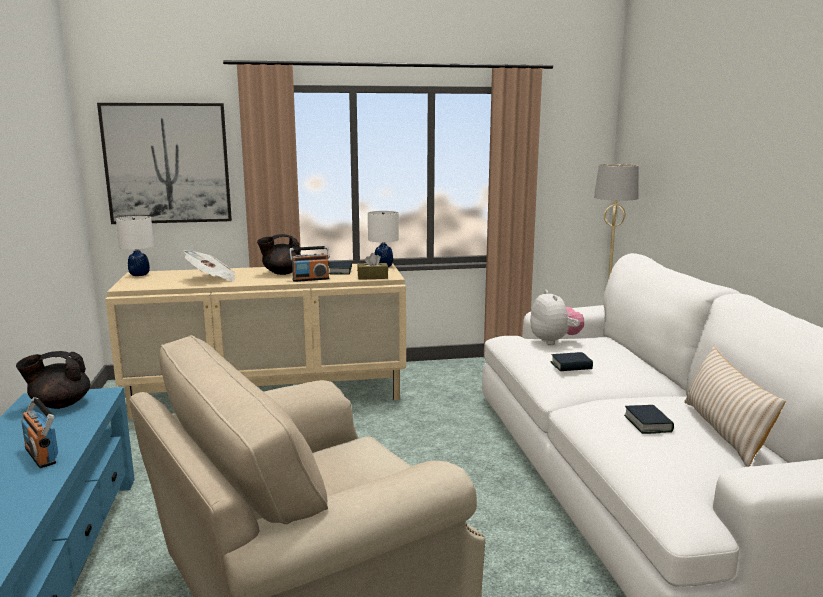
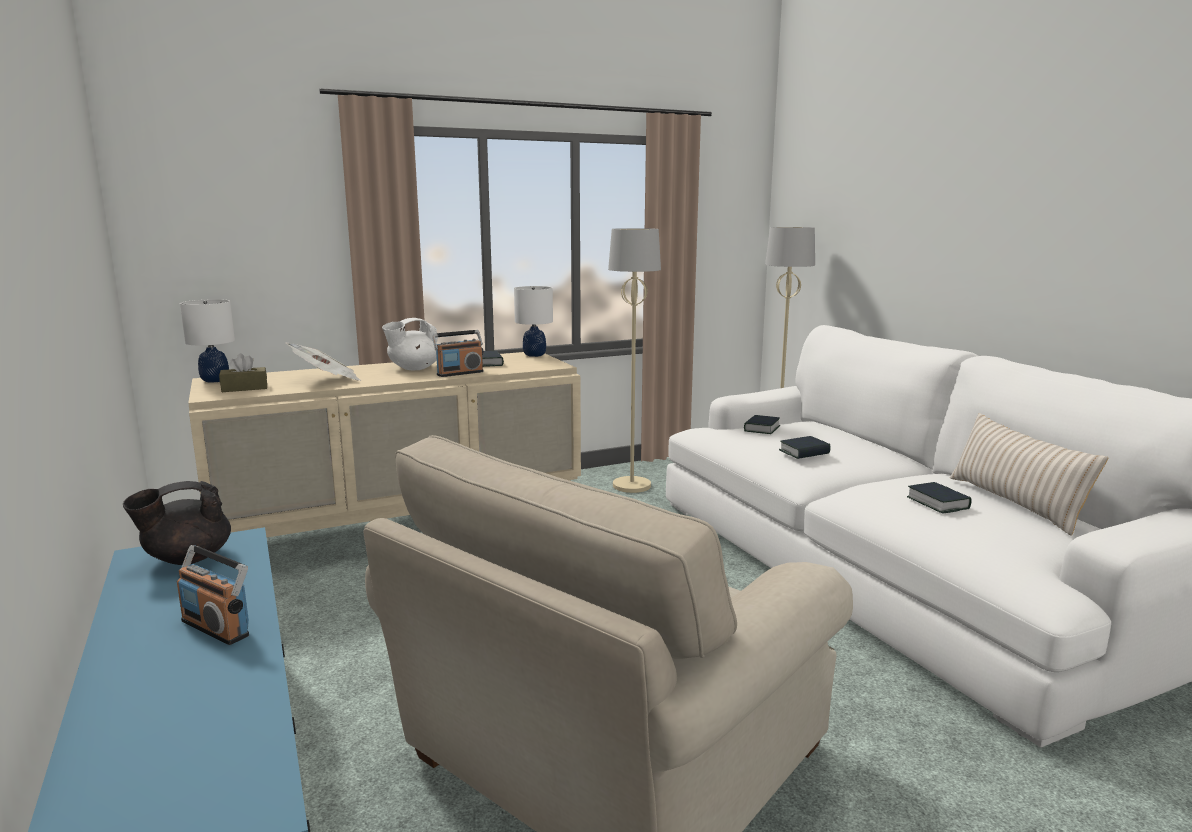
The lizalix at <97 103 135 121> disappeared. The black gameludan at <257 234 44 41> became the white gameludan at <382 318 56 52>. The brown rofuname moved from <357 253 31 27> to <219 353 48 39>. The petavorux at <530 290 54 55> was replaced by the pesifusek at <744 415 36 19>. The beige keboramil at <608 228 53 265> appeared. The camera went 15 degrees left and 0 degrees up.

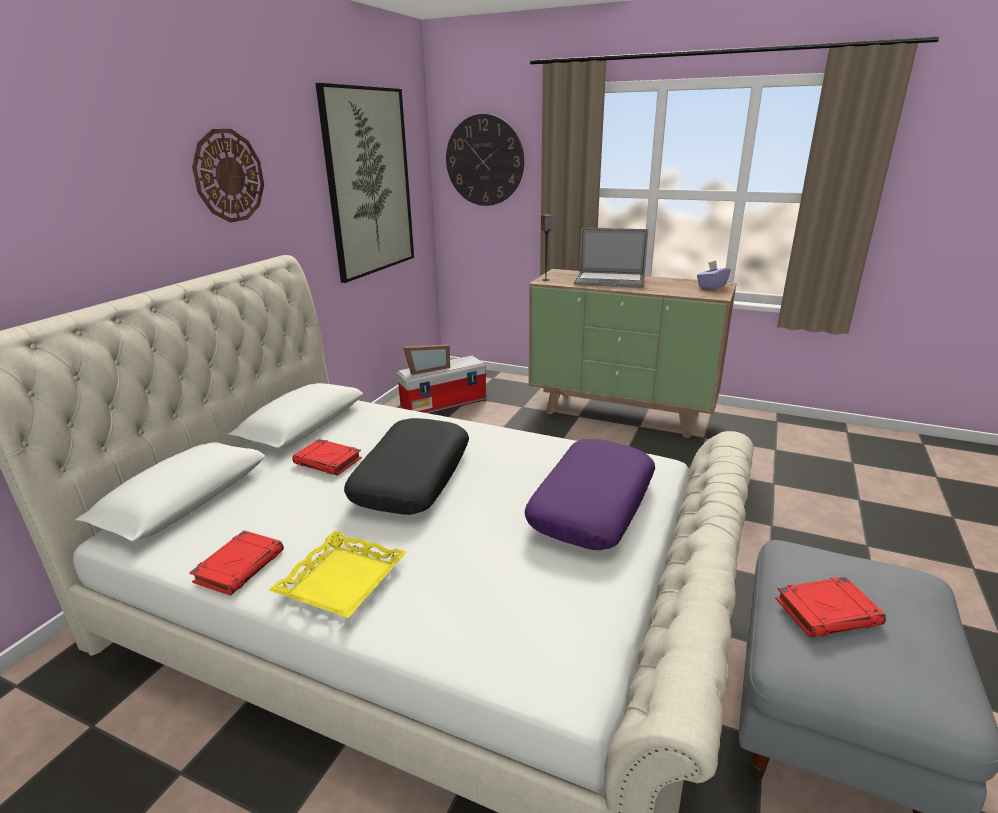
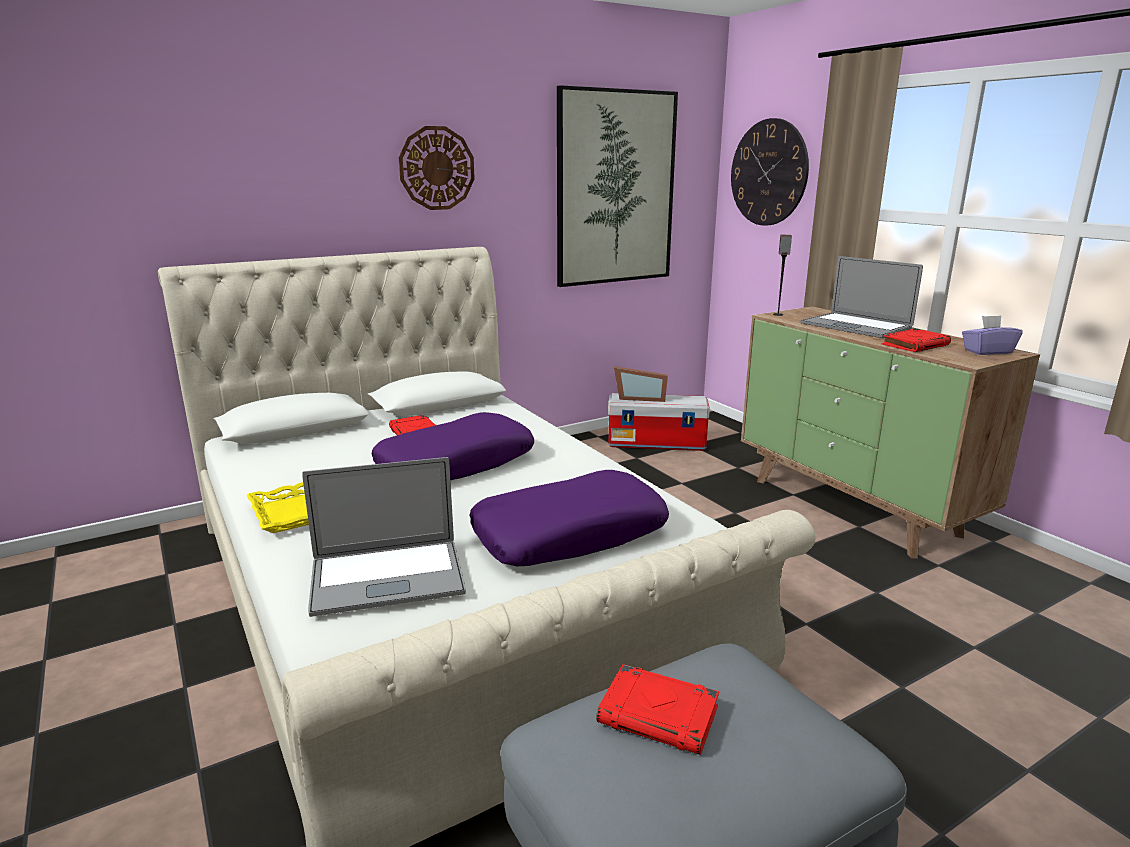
The red pesifusek moved from <189 530 95 66> to <882 329 69 23>. The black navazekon at <344 418 125 97> became the purple navazekon at <372 412 162 68>. The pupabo at <302 457 164 160> appeared. The camera went 35 degrees right and 5 degrees down.

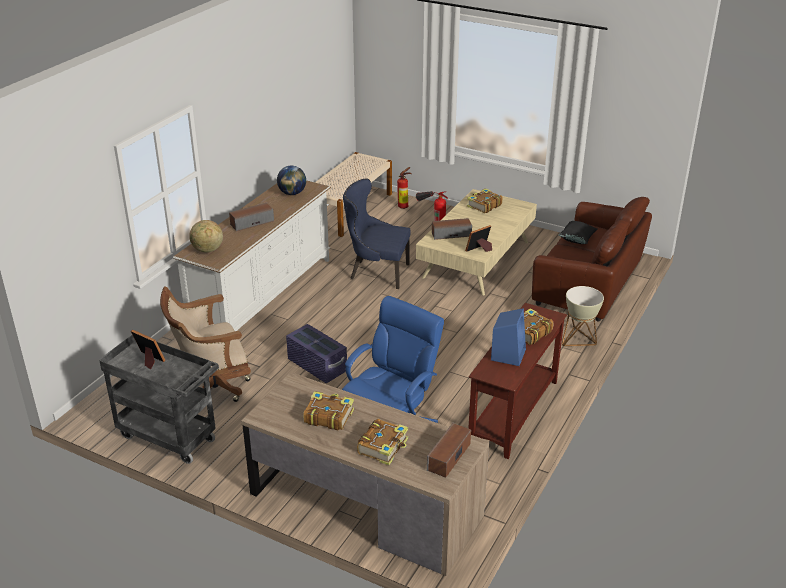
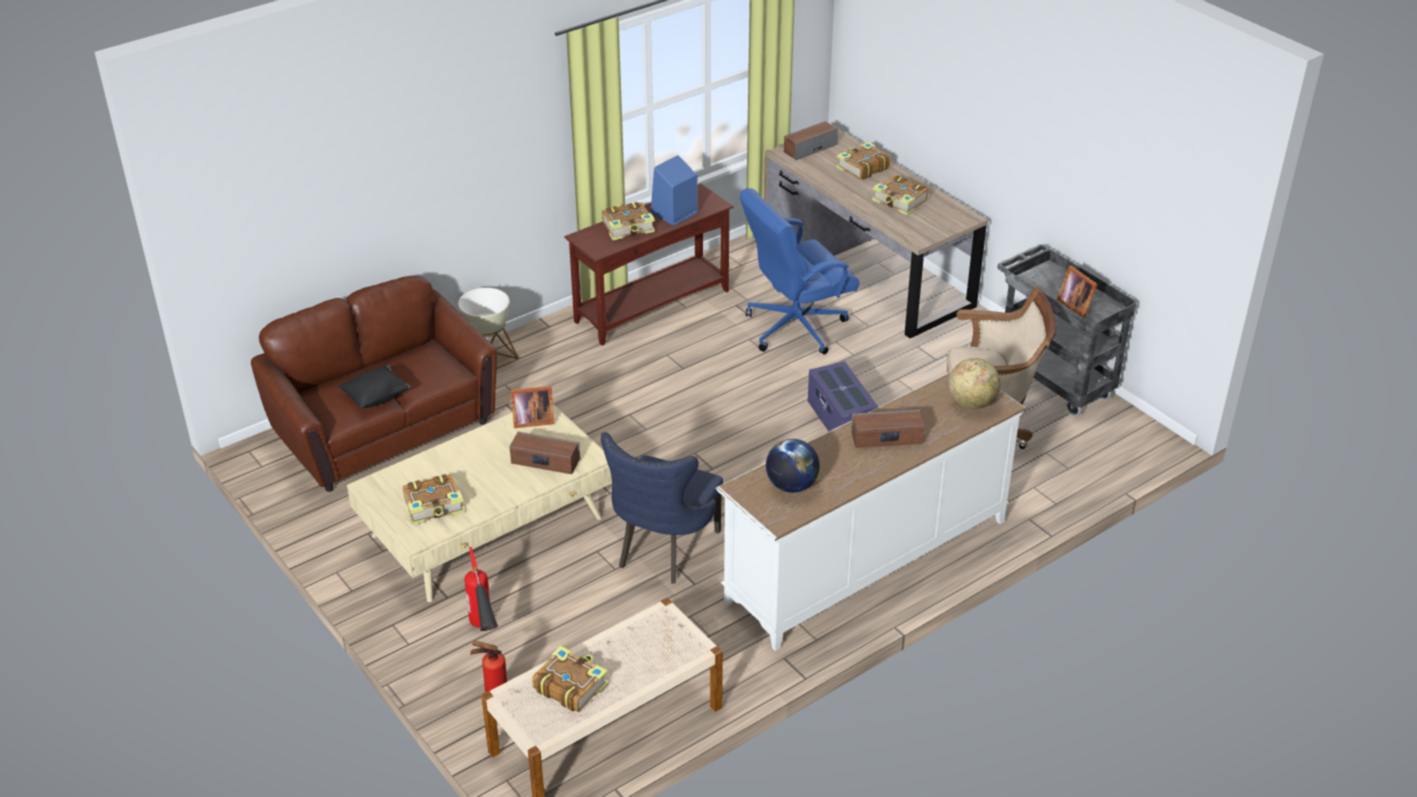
The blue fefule at <343 179 68 110> turned 75 degrees clockwise. The pesifusek at <532 646 76 66> appeared. The camera went 155 degrees left and 5 degrees up.

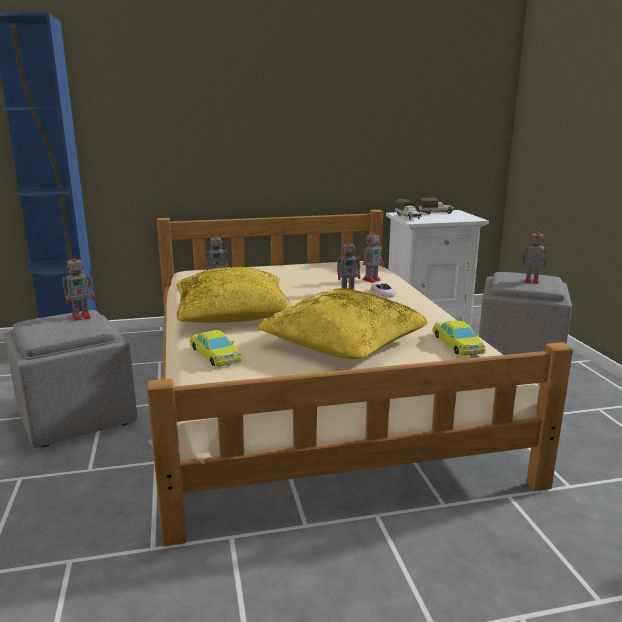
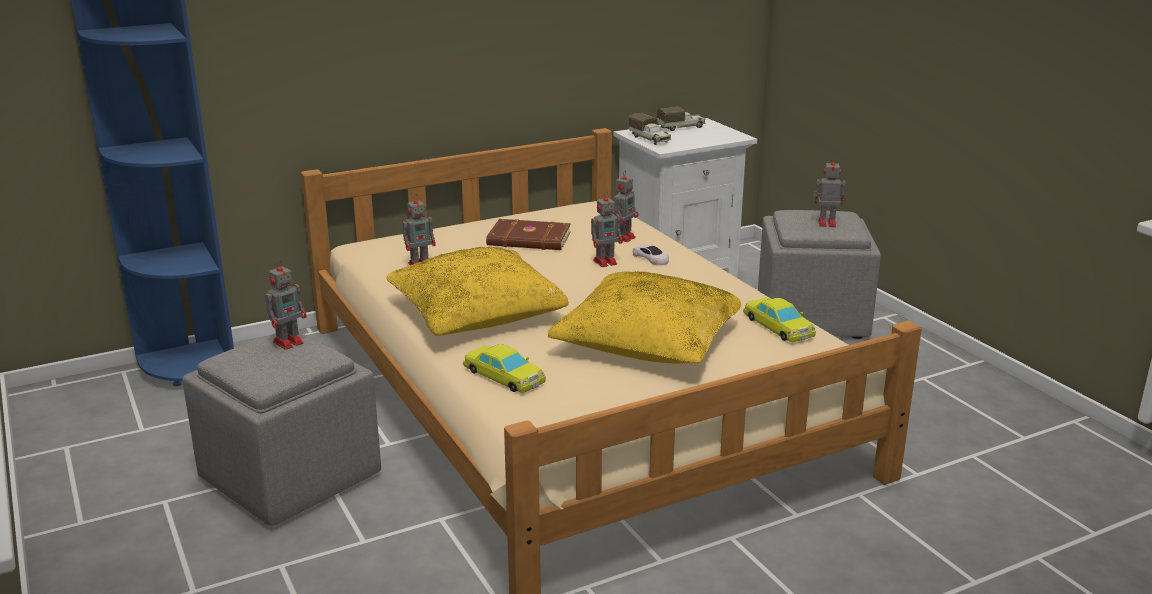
The brown pesifusek at <486 219 85 31> appeared. The camera went 15 degrees left and 5 degrees up.

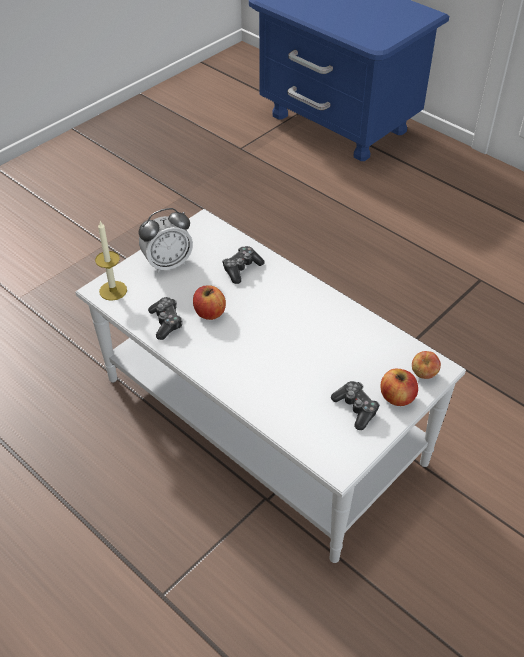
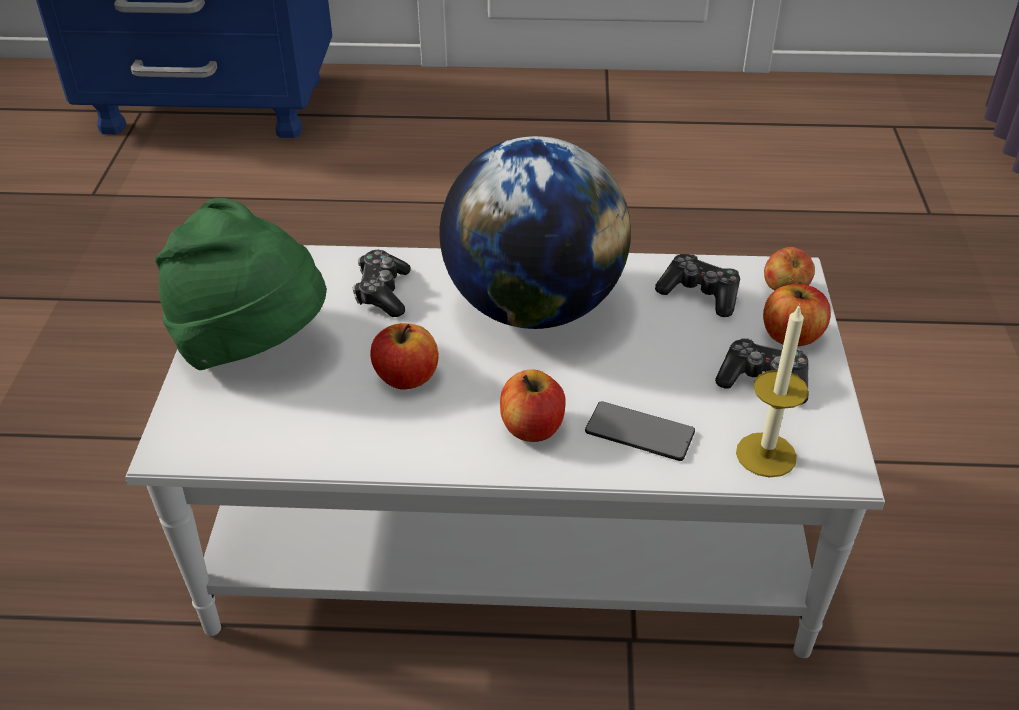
The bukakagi moved from <95 221 32 80> to <736 304 72 173>. The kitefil at <139 208 54 65> was replaced by the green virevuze at <156 198 171 172>. The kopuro moved from <148 297 35 43> to <655 254 85 63>. The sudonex at <440 136 191 193> appeared. The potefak at <500 369 66 73> appeared. The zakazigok at <585 401 110 60> appeared. The camera went 40 degrees left and 5 degrees down.

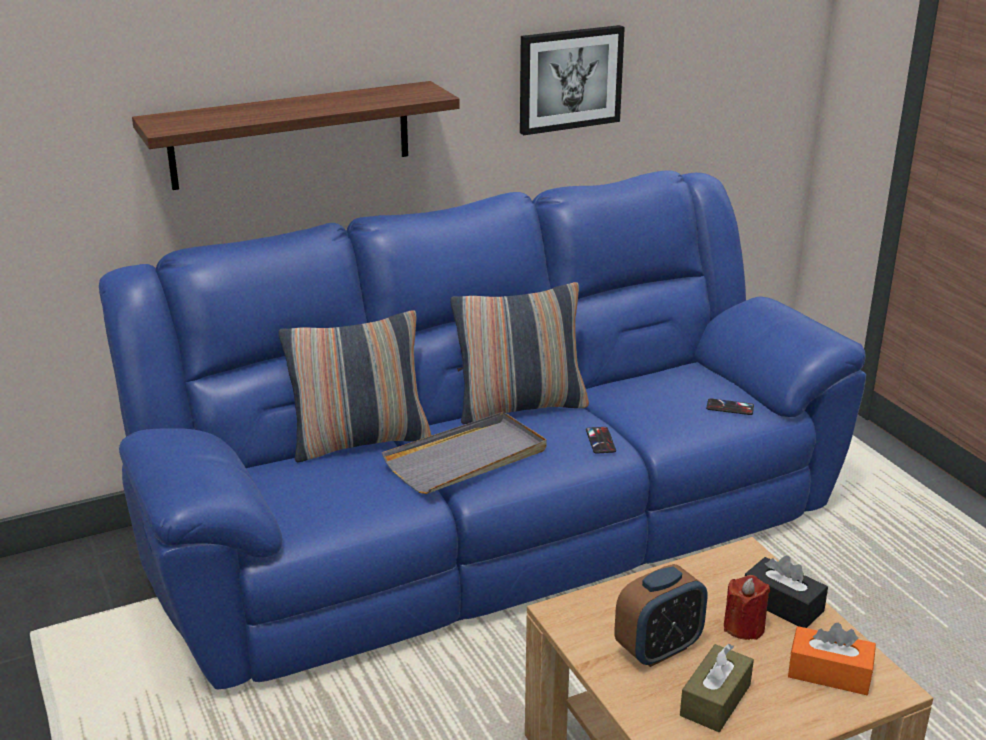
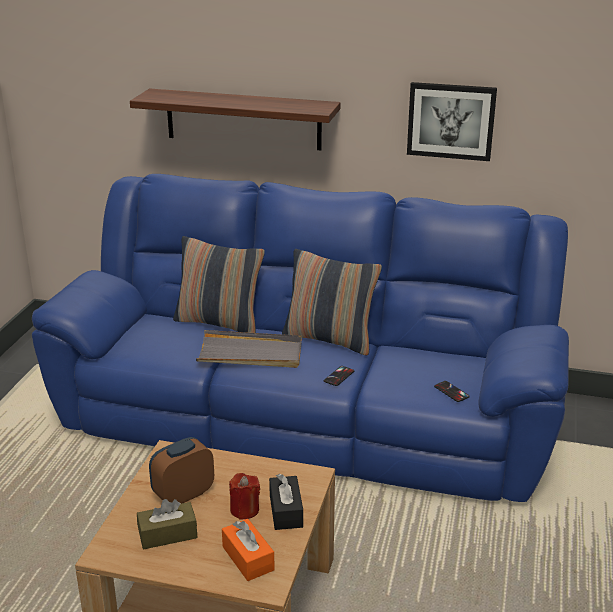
The kitefil at <614 564 93 103> turned 135 degrees clockwise. The camera went 40 degrees right and 0 degrees up.

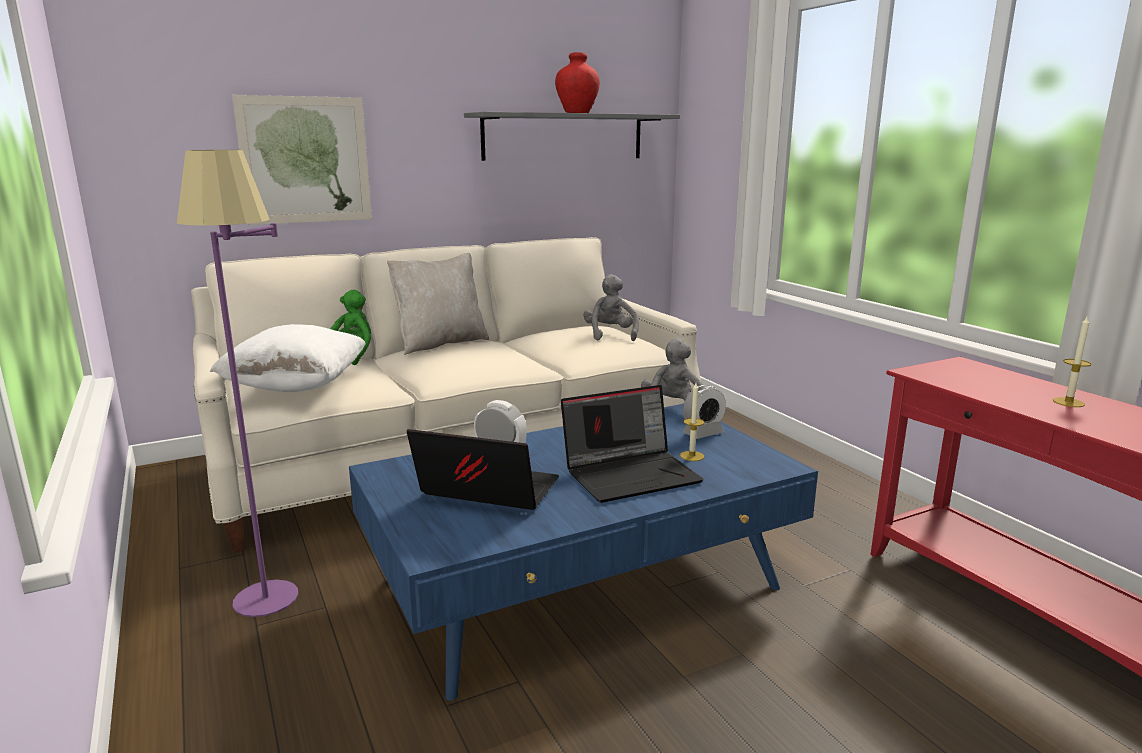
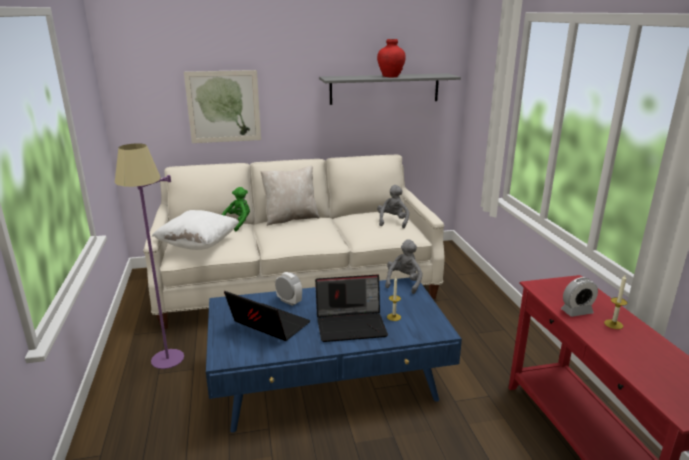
The kitefil moved from <683 385 43 54> to <561 277 37 40>. The camera went 15 degrees right and 5 degrees up.

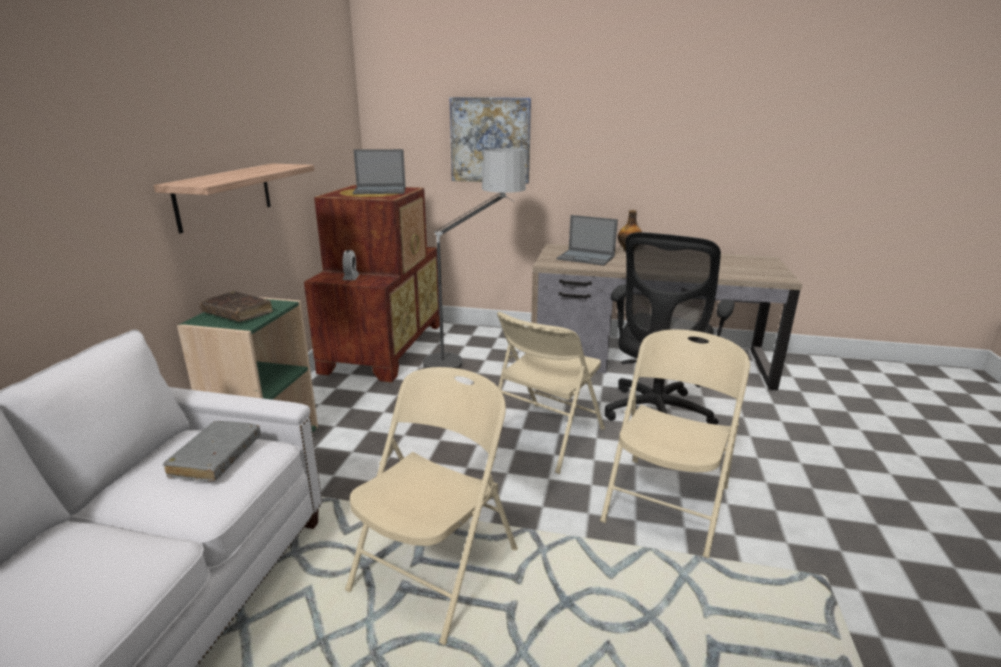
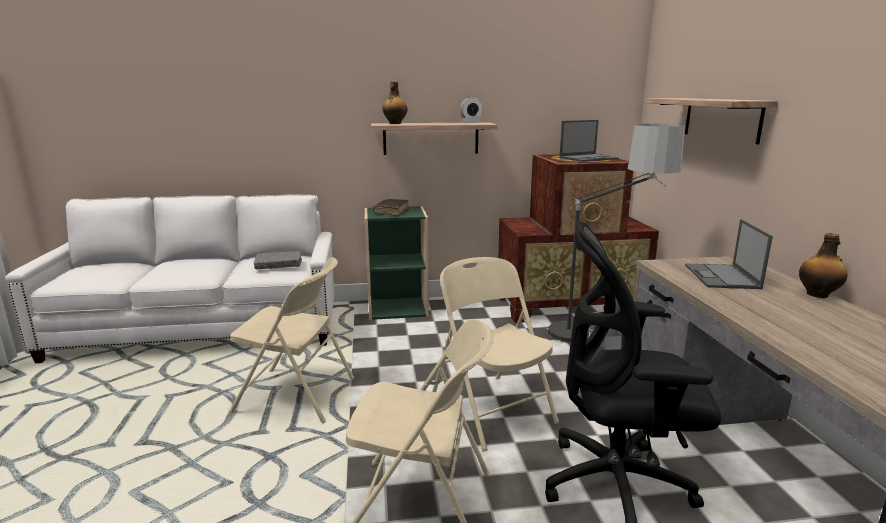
The kitefil moved from <343 250 16 30> to <460 97 23 26>. The pupabo at <353 149 53 45> turned 90 degrees counterclockwise. The lizalix at <450 97 81 87> was replaced by the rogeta at <646 98 132 46>. The beige fefule at <497 312 108 162> turned 45 degrees clockwise. The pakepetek at <382 82 26 42> appeared. The camera went 70 degrees right and 5 degrees down.

